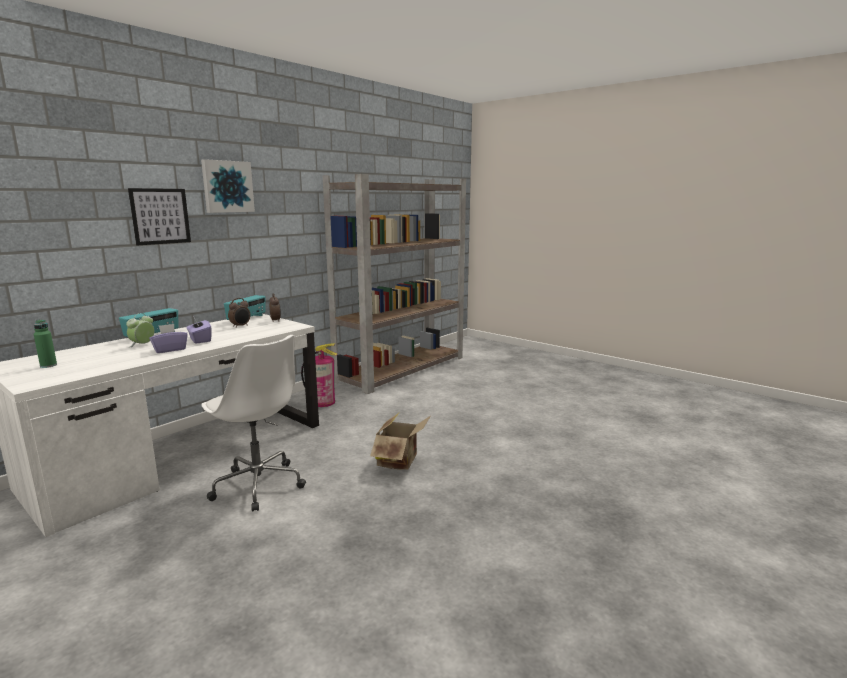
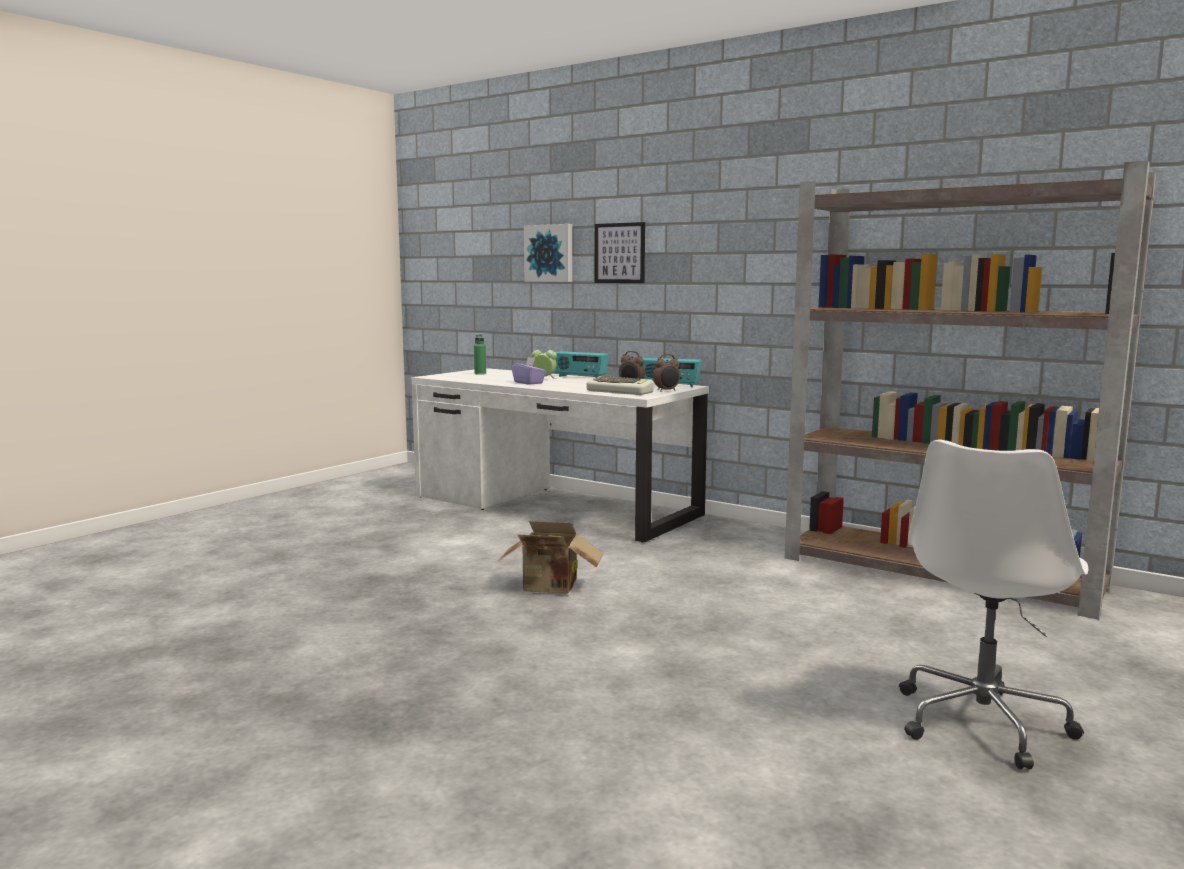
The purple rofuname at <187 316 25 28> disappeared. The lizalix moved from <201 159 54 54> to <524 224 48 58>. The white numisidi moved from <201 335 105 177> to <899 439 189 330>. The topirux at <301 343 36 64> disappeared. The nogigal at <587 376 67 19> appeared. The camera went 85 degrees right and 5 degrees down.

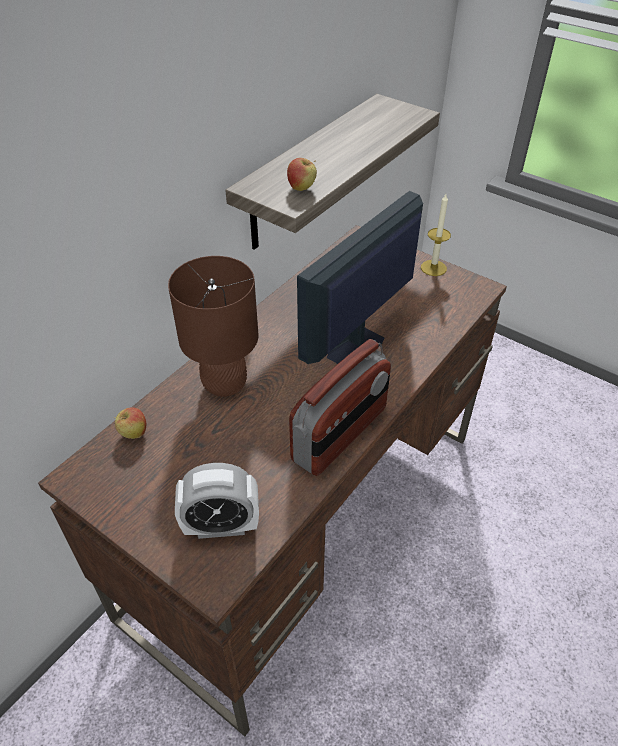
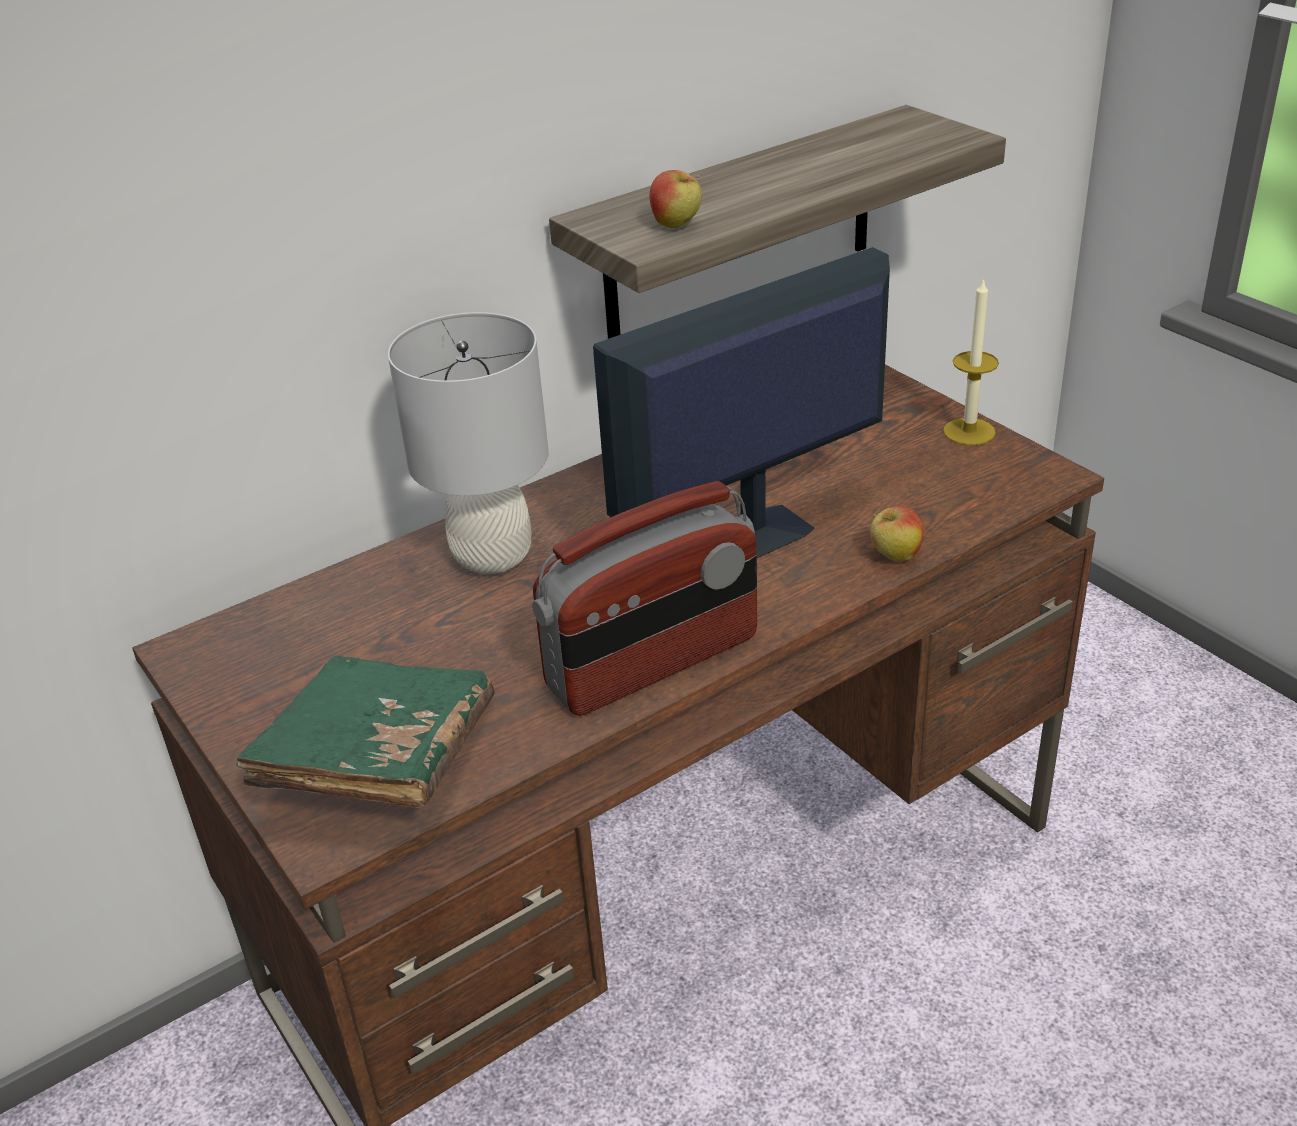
The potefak moved from <114 407 32 32> to <870 506 53 56>. The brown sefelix at <168 256 90 141> became the grey sefelix at <388 312 161 262>. The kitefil at <175 463 84 76> was replaced by the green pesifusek at <236 655 259 153>. The camera went 20 degrees right and 10 degrees down.

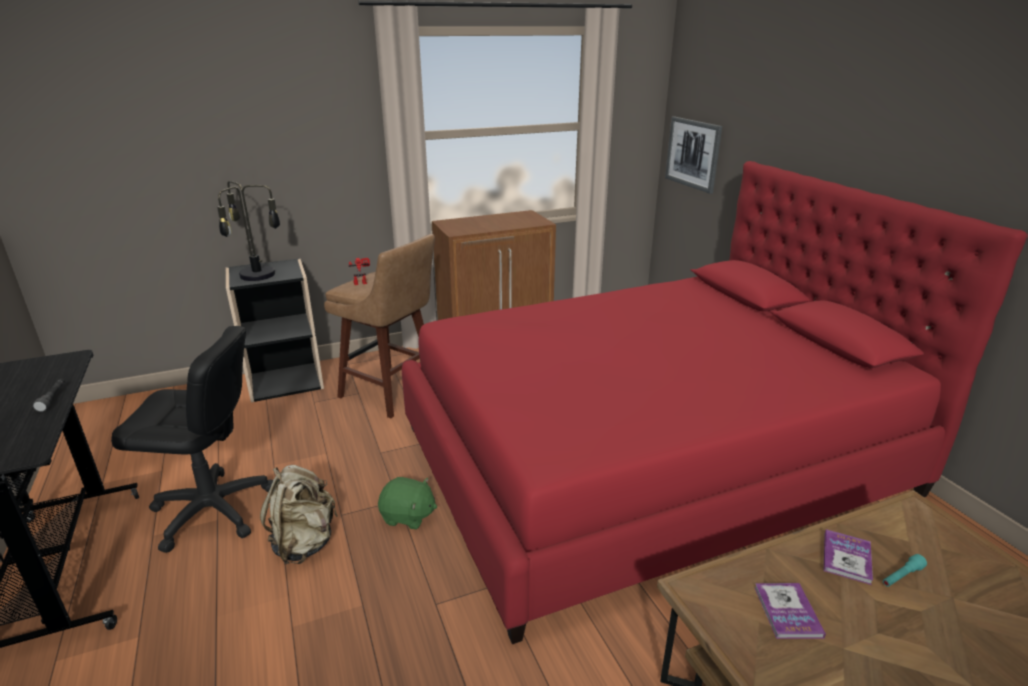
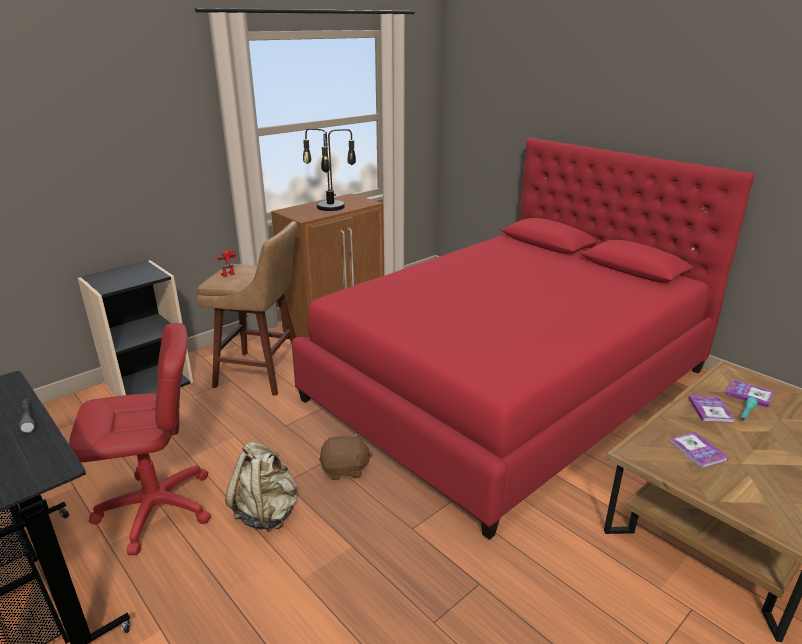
The black numisidi at <111 326 162 227> became the red numisidi at <69 323 142 232>. The sefelix moved from <217 181 63 100> to <303 128 53 83>. The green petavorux at <378 477 59 53> became the brown petavorux at <319 432 54 49>. The lizalix at <665 117 57 77> disappeared. The pesifusek at <725 379 49 29> appeared. The camera went 20 degrees left and 0 degrees up.

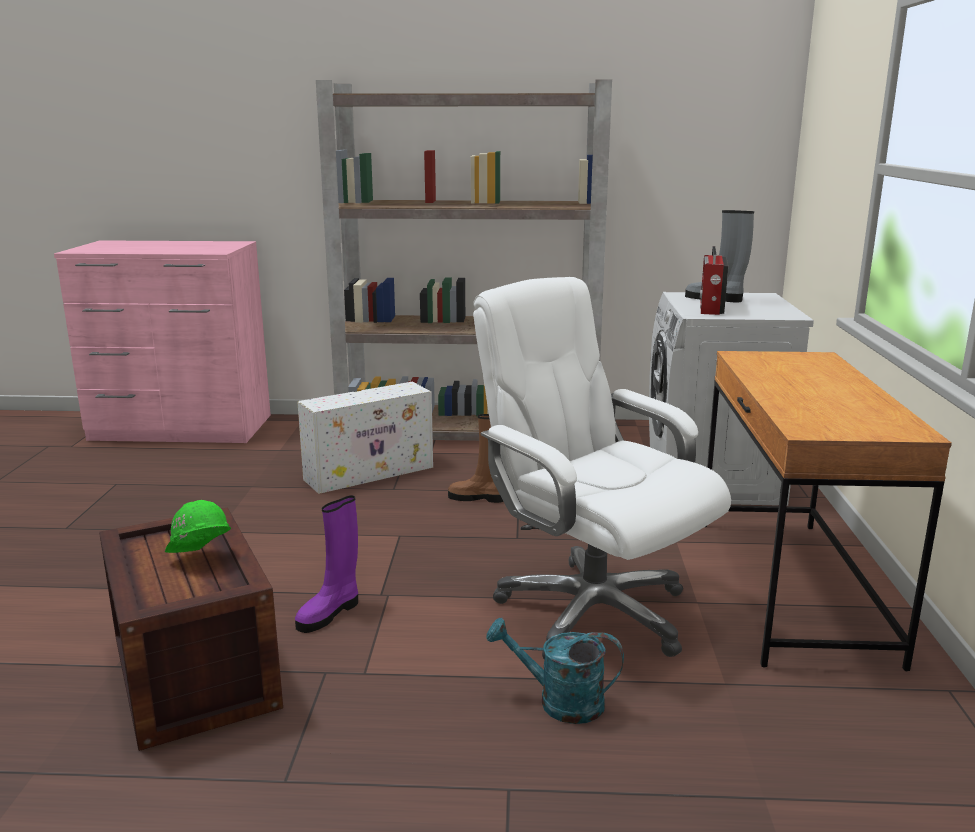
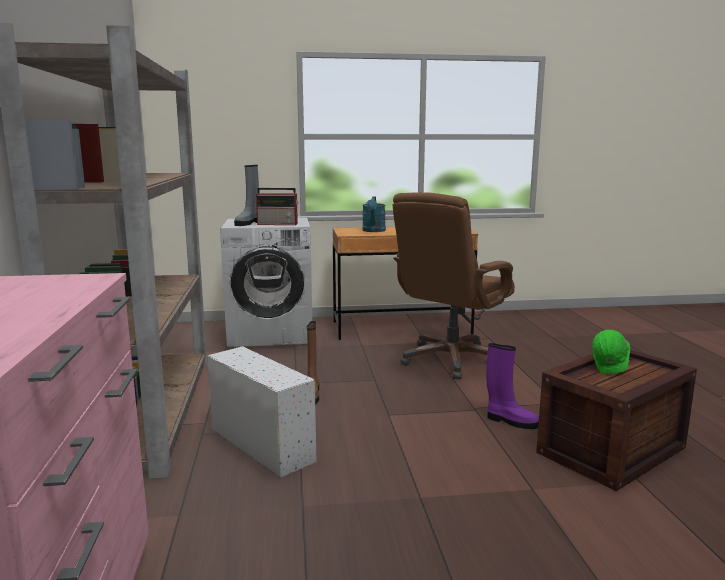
The white numisidi at <473 277 258 383> became the brown numisidi at <393 192 122 187>. The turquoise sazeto moved from <487 618 137 106> to <362 196 24 36>. The camera went 100 degrees left and 5 degrees down.

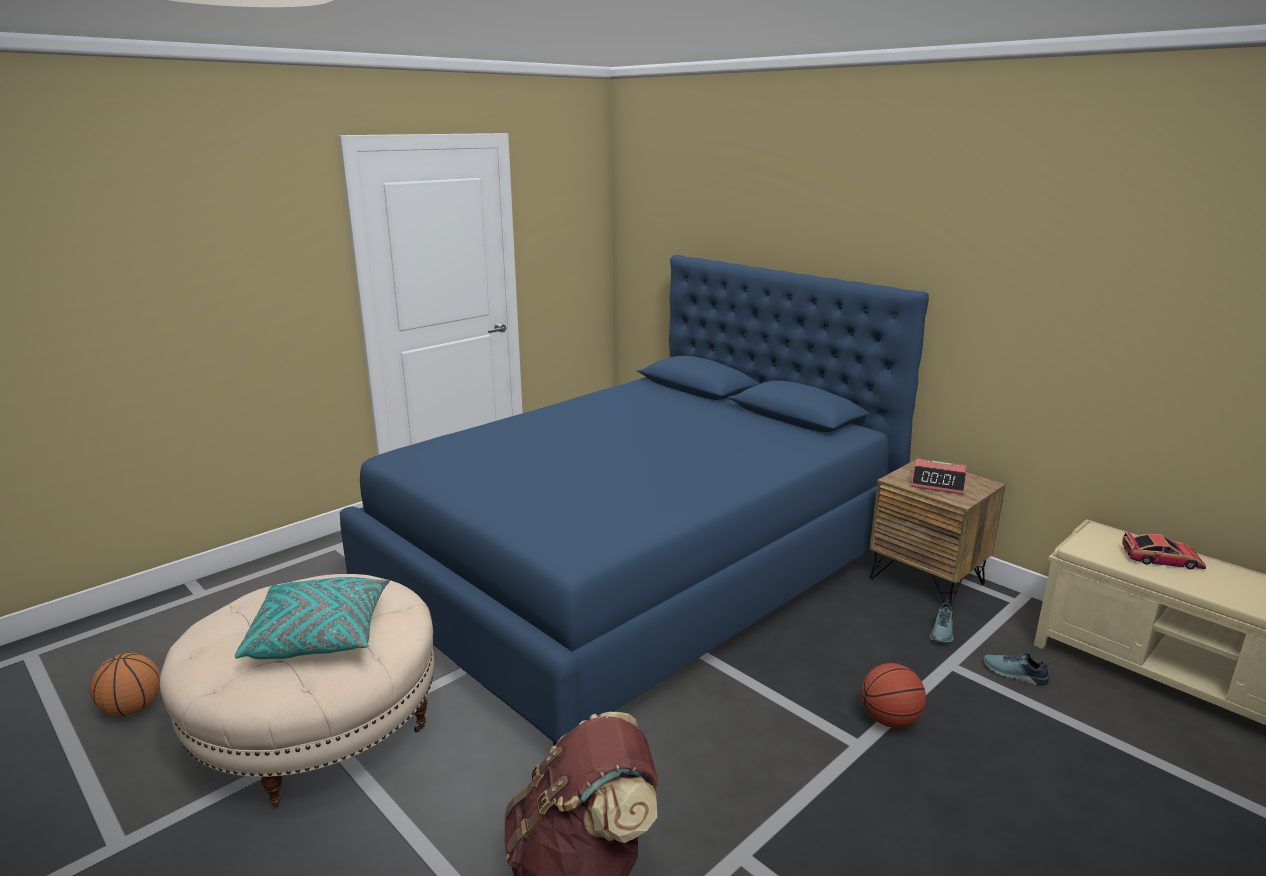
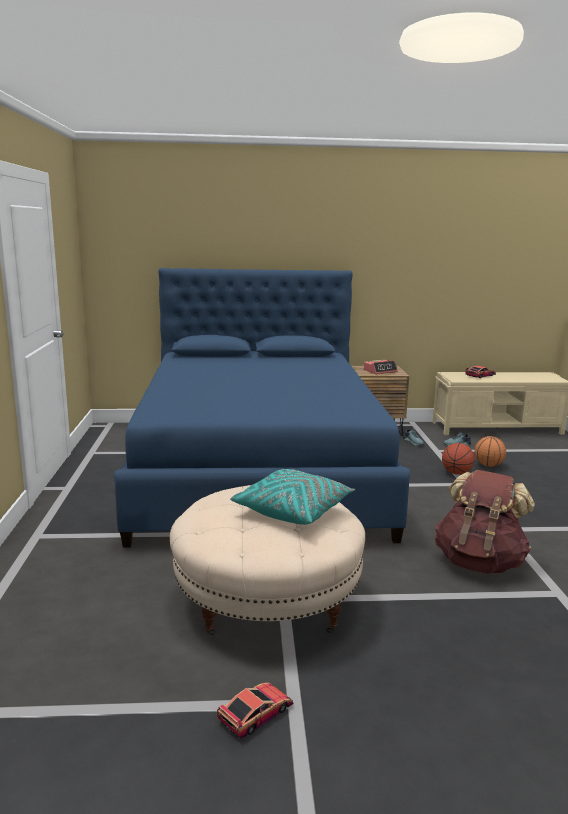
The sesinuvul moved from <90 653 70 63> to <475 436 31 31>. The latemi at <217 683 77 55> appeared. The camera went 50 degrees left and 5 degrees down.

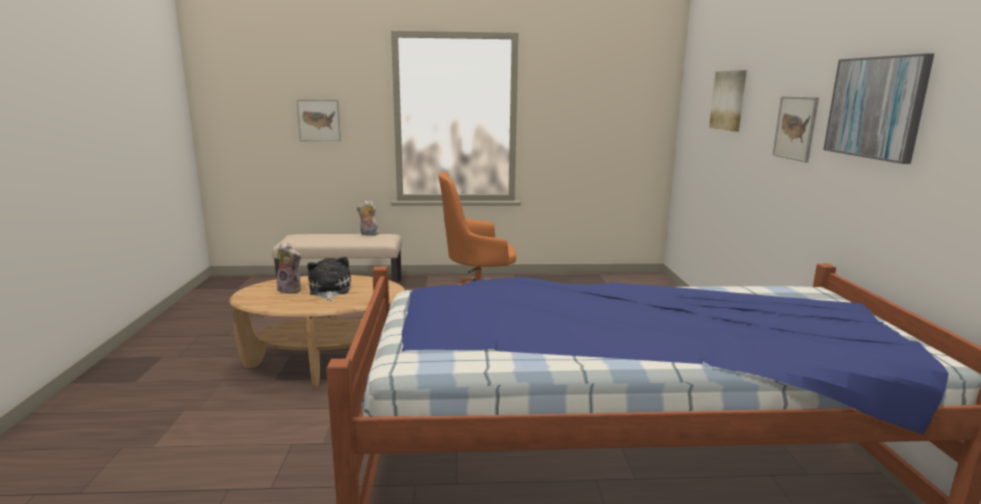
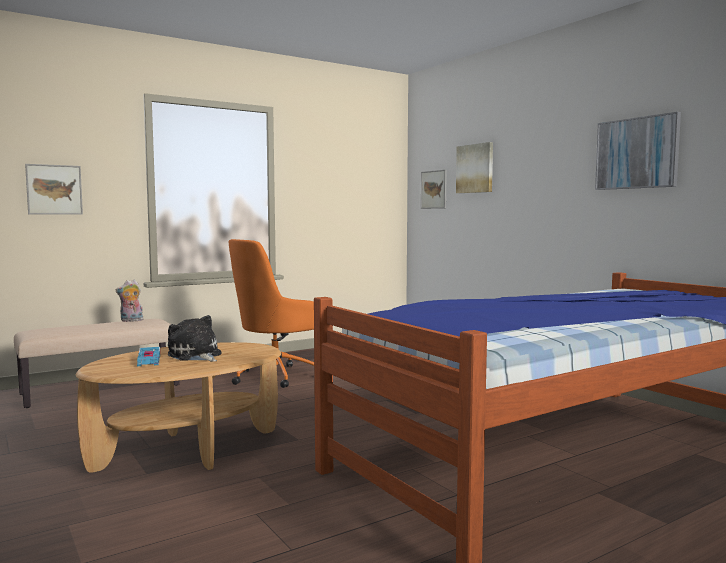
The petavorux at <276 242 25 52> was replaced by the latemi at <137 347 23 20>. The lizalix moved from <773 96 46 66> to <421 170 26 39>. The camera went 30 degrees left and 10 degrees down.

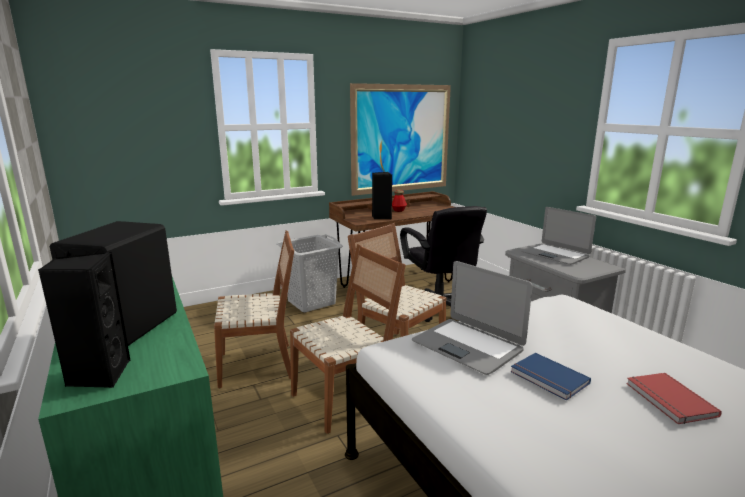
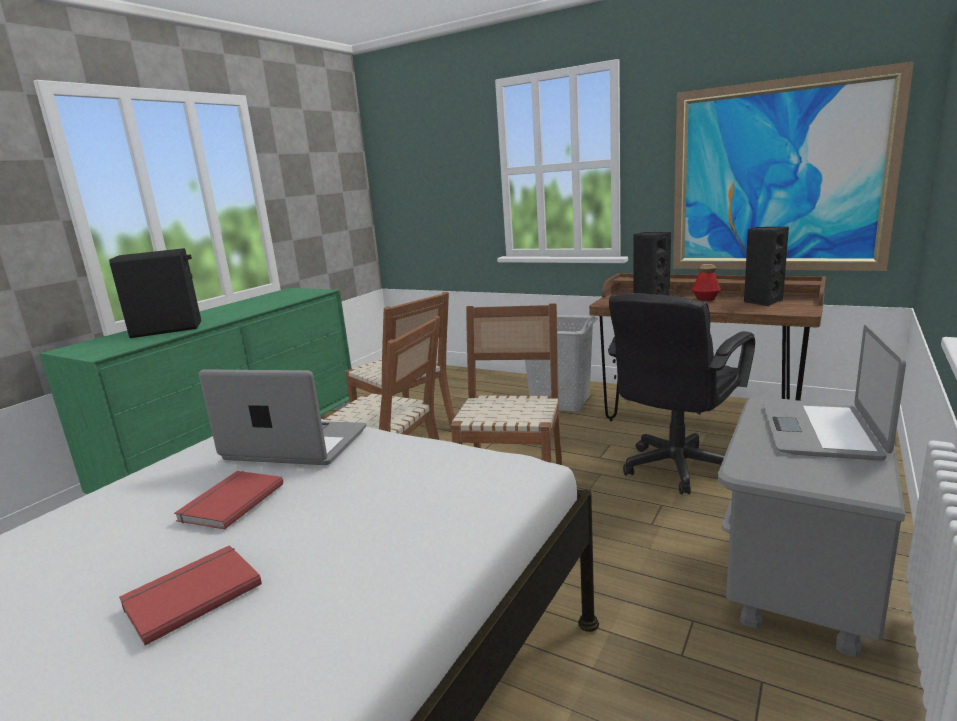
The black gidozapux moved from <38 252 93 136> to <744 227 45 79>. The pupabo at <412 261 121 114> turned 90 degrees clockwise. The blue pesifusek at <510 353 81 47> became the red pesifusek at <174 471 109 59>. The camera went 60 degrees right and 0 degrees up.

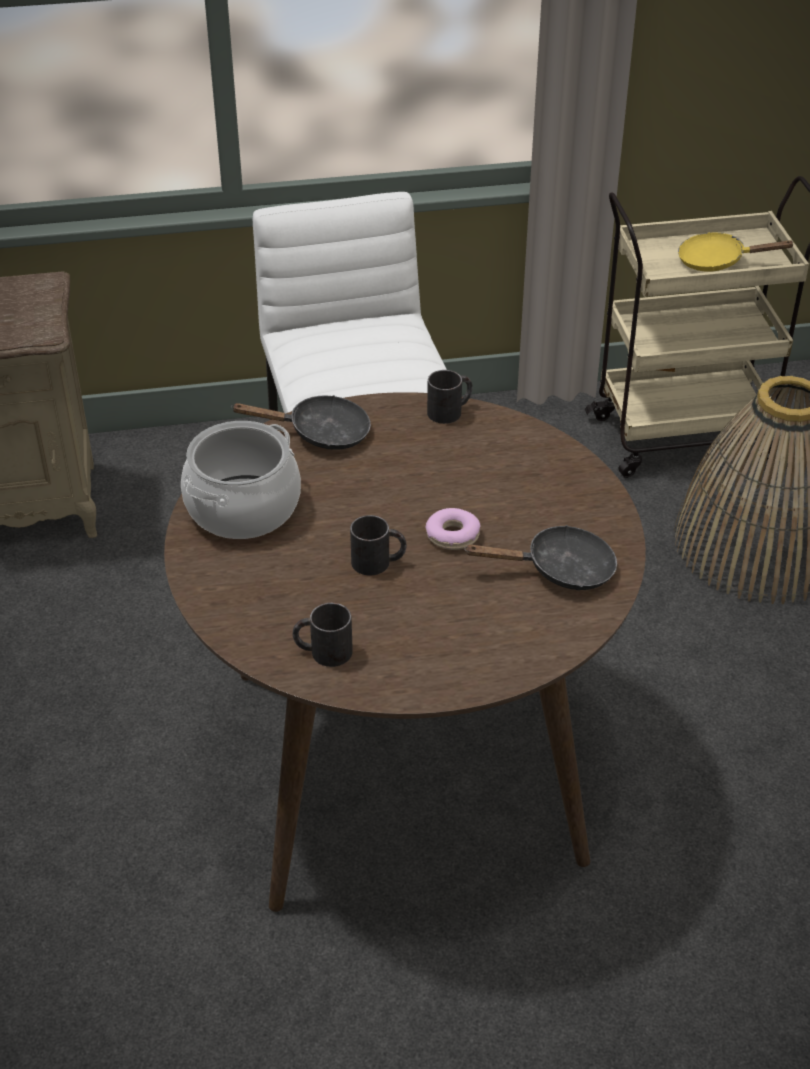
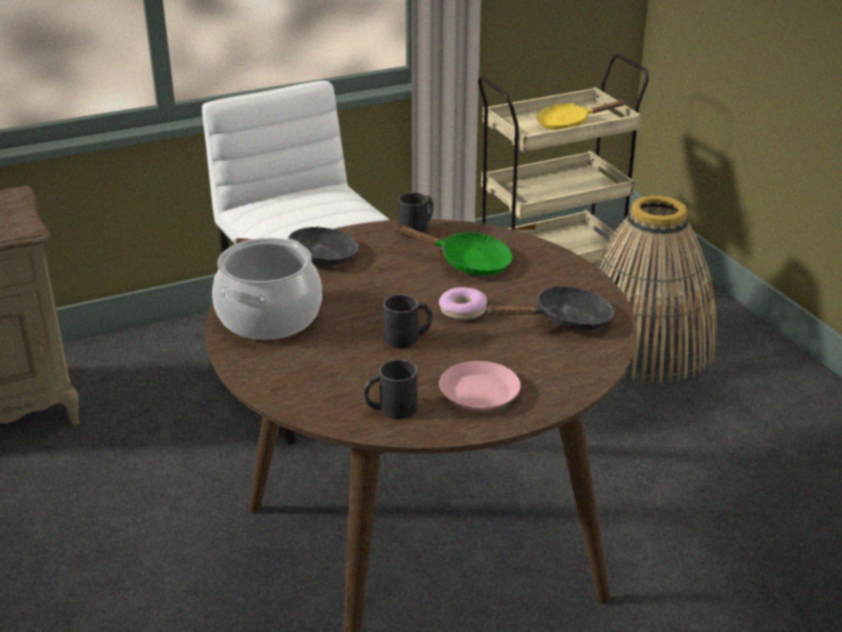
The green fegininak at <394 224 118 52> appeared. The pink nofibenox at <439 361 82 49> appeared. The camera went 15 degrees left and 10 degrees down.

